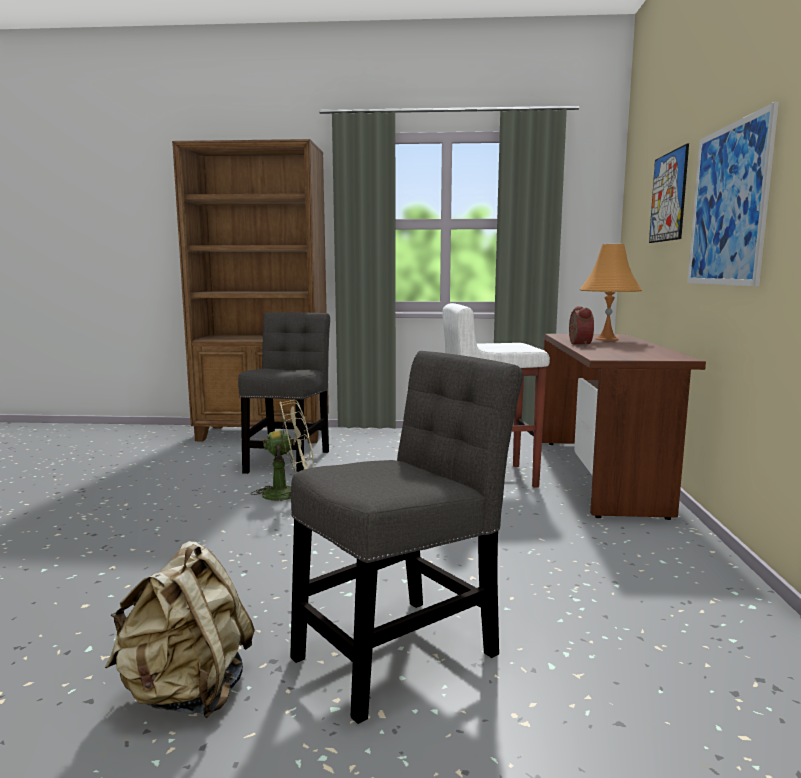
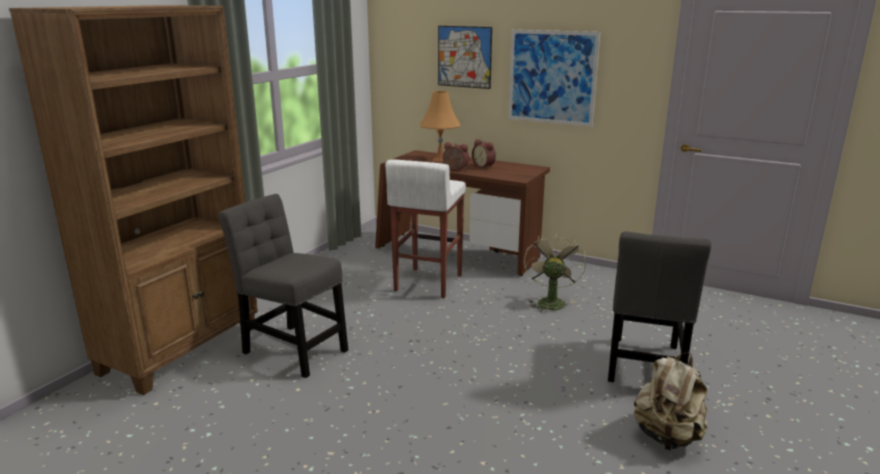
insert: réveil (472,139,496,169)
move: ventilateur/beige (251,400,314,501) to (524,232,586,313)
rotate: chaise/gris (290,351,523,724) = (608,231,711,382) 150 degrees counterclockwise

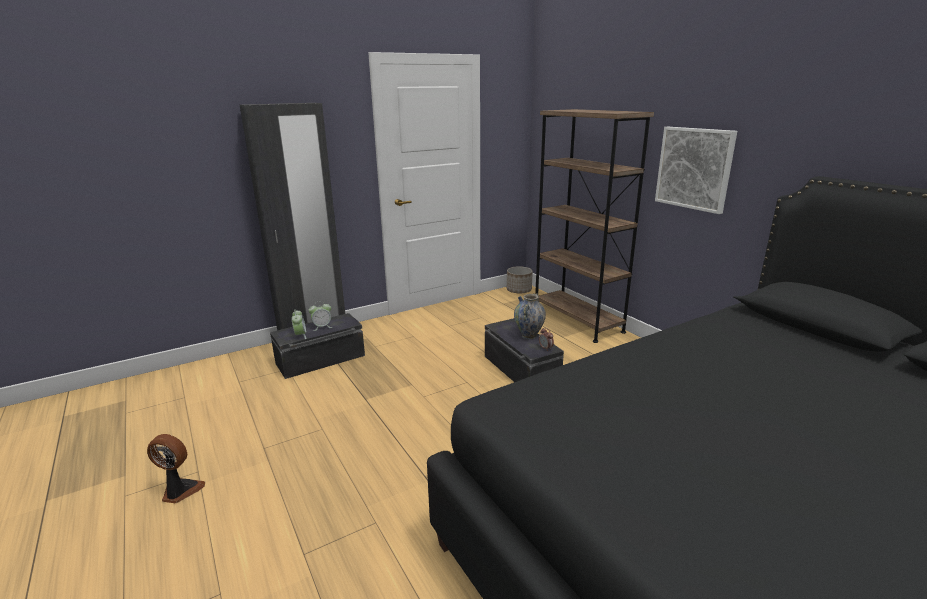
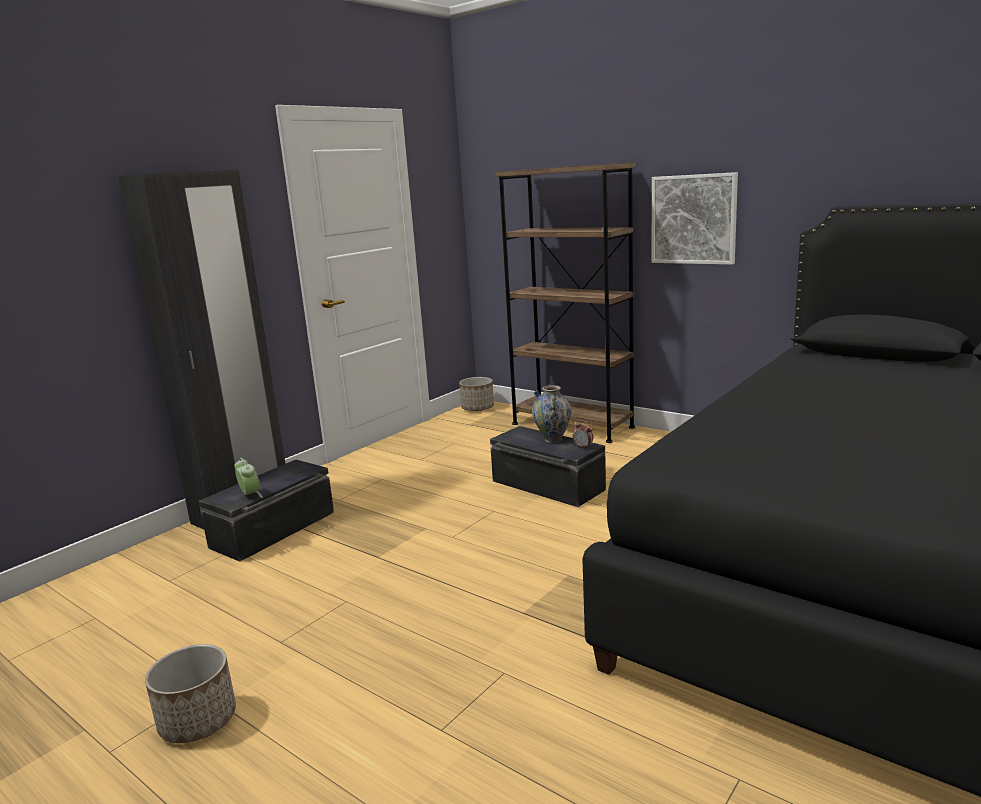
delete: réveil (308,301,333,331)
replace: ventilateur (147,434,205,503) to cache-pot (145,644,236,743)

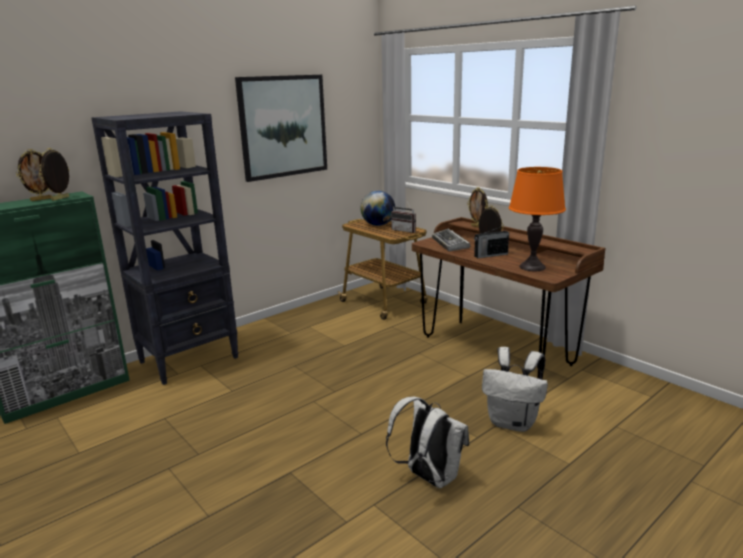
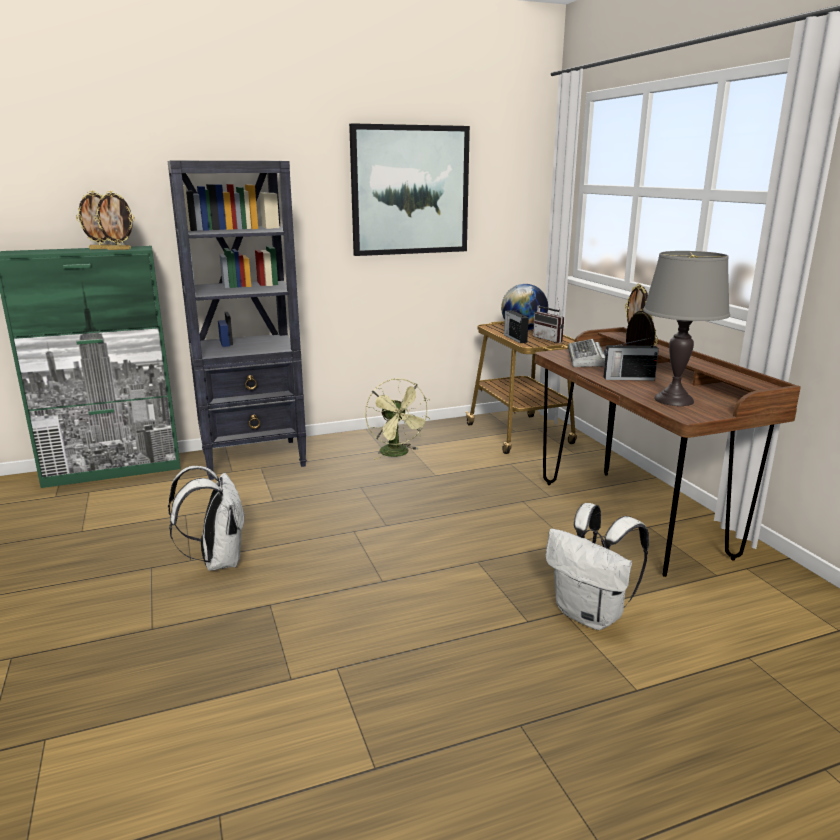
insert: radio (504,309,529,343); ventilateur/vert (365,378,430,460)
move: sac à dos/blanc (386,396,469,488) to (168,466,245,571)
recolor: lampe de table/orange (509,167,566,271) to lampe de table/gris (643,251,730,406)
rotate: cadre photo (39,148,69,201) = (94,191,135,250) 150 degrees counterclockwise

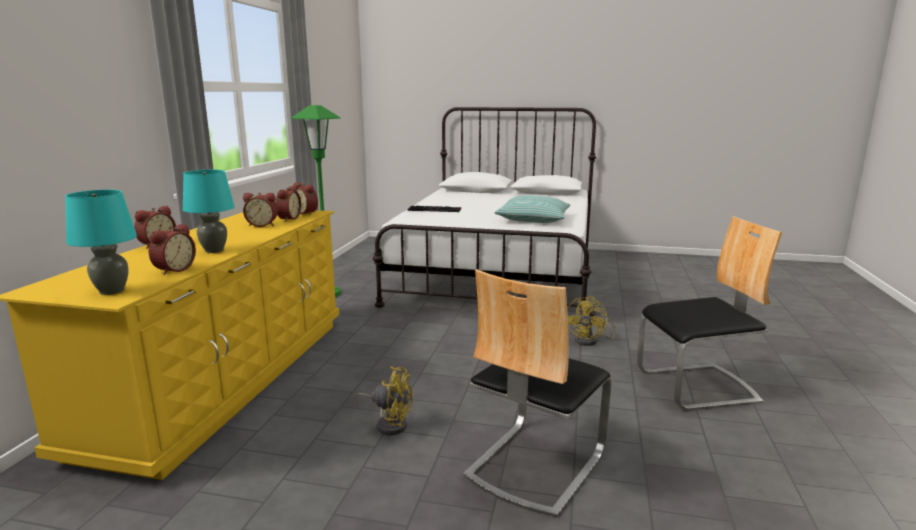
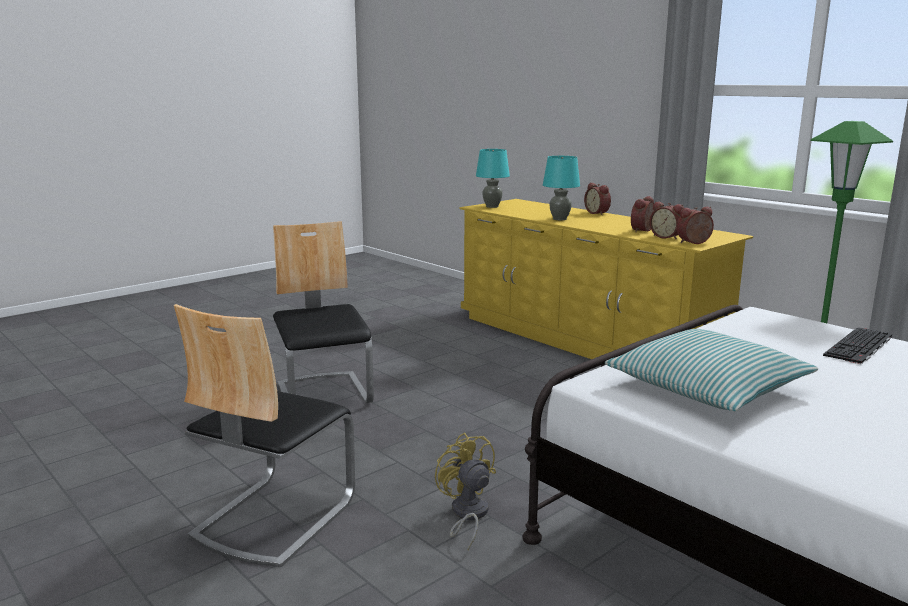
delete: réveil (149,224,196,275); ventilateur/jaune (355,366,413,436)

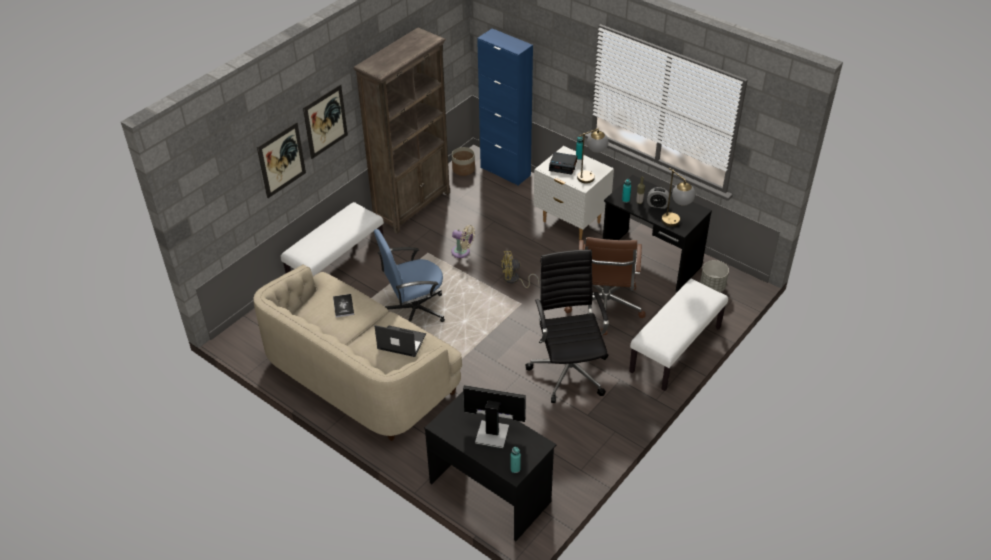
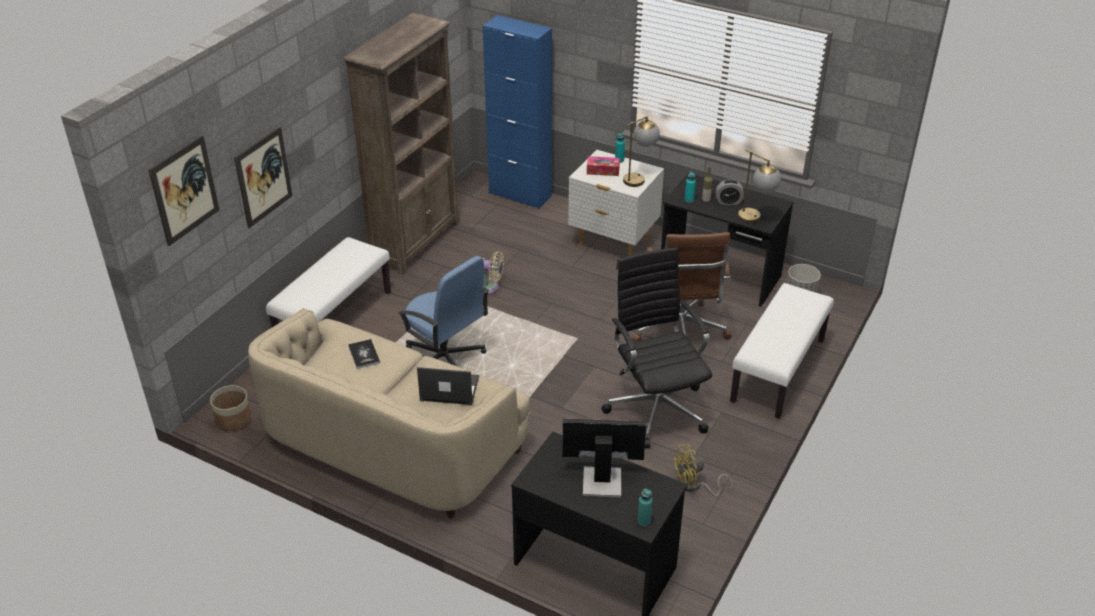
move: tableau (303,84,348,159) to (148,135,219,246); cache-pot (452,147,475,176) to (210,385,252,431); ventilateur/jaune (501,251,539,288) to (672,444,733,496)
replace: réveil (549,152,577,175) to boîte à mouchoirs (587,156,620,176)
rotate: chaise de bureau/bleu (374,229,445,322) = (398,256,489,366) 105 degrees counterclockwise

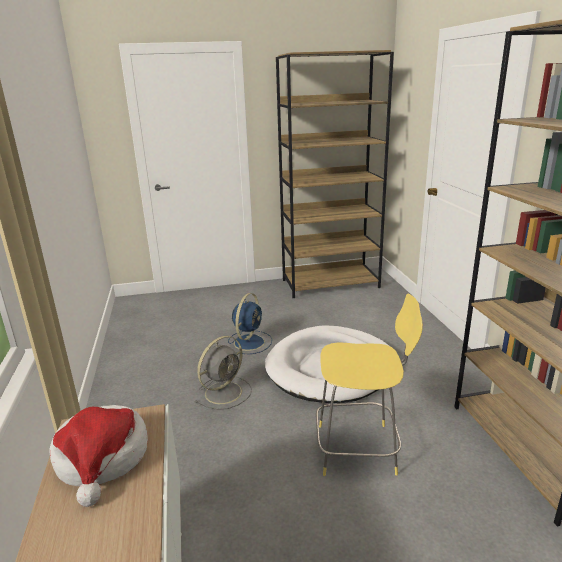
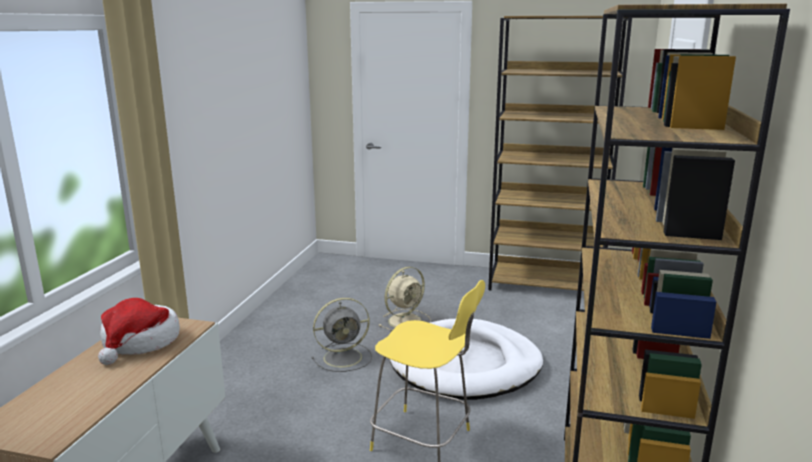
recolor: ventilateur/bleu (228,293,272,354) to ventilateur/beige (379,267,431,331)

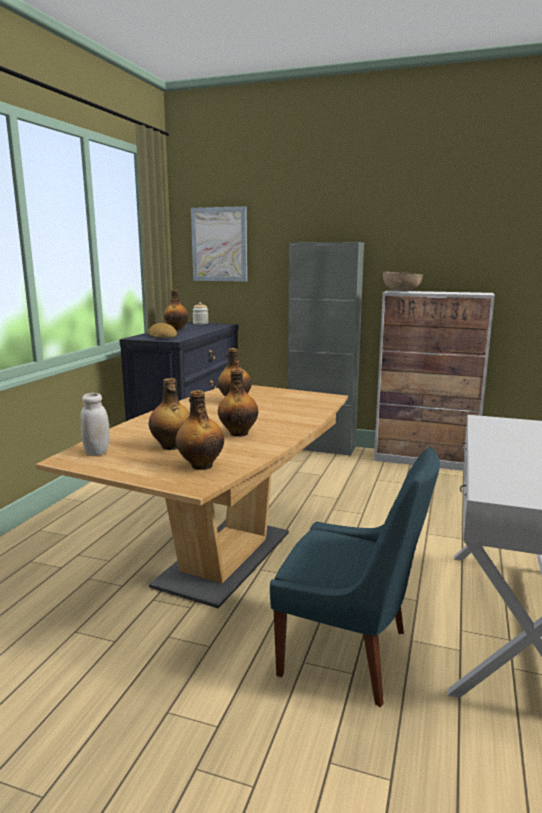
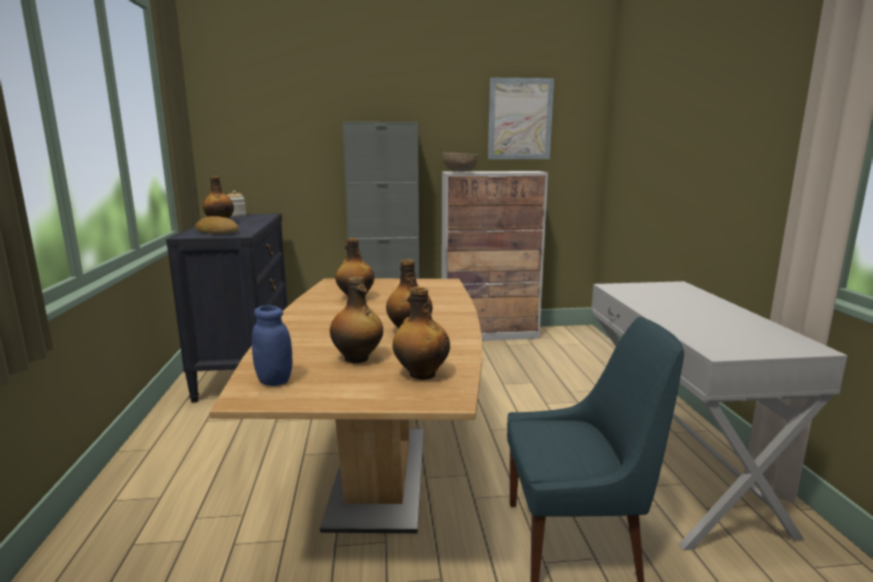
move: tableau (191,206,247,282) to (488,78,554,159)
recolor: bocal/blanc (81,393,110,455) to bocal/bleu (252,305,293,386)

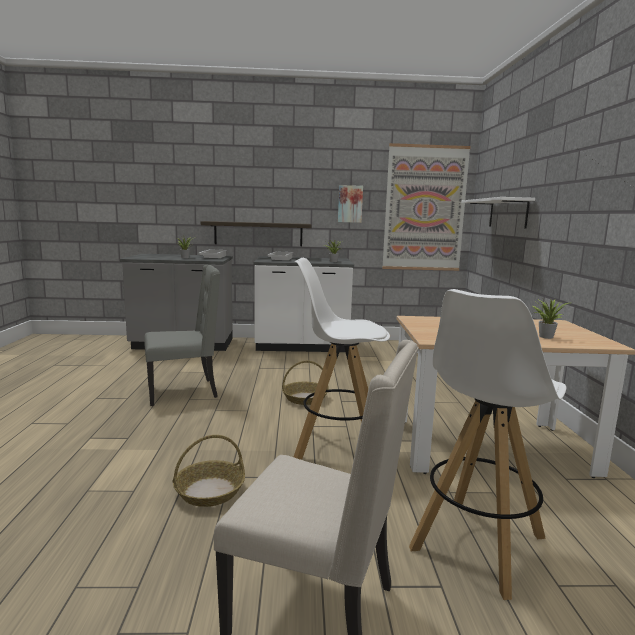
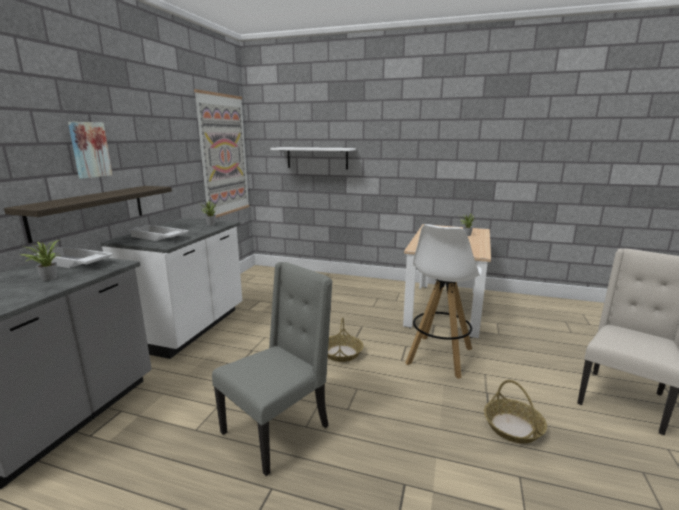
delete: tabouret/blanc (409,289,566,600)
move: tableau (338,185,363,223) to (68,122,112,179)
rotate: chaise/gris (144,264,220,406) = (212,262,333,476) 45 degrees clockwise

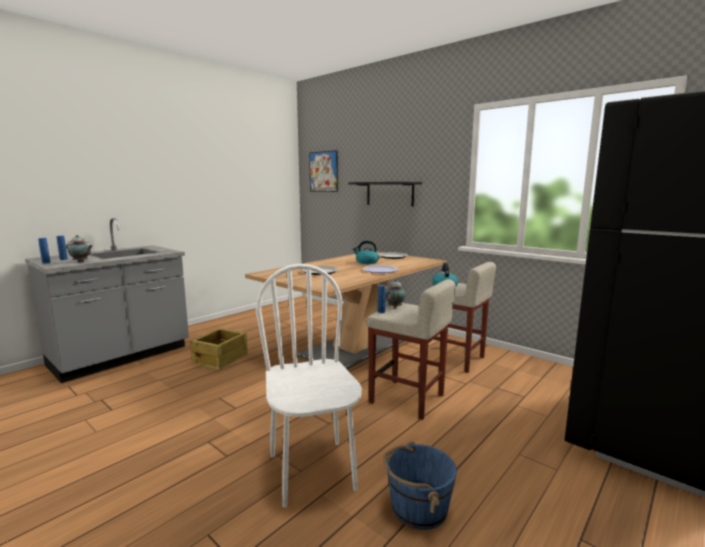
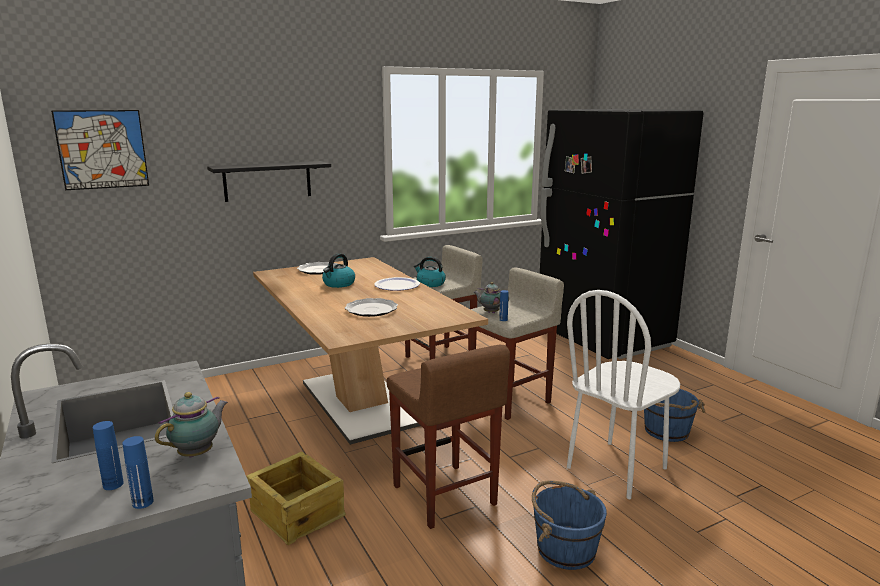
insert: tabouret/marron (387,345,510,529); seau/bleu (532,480,607,570)
rotate: chaise/blanc (256,264,362,508) = (567,290,680,499) 45 degrees counterclockwise

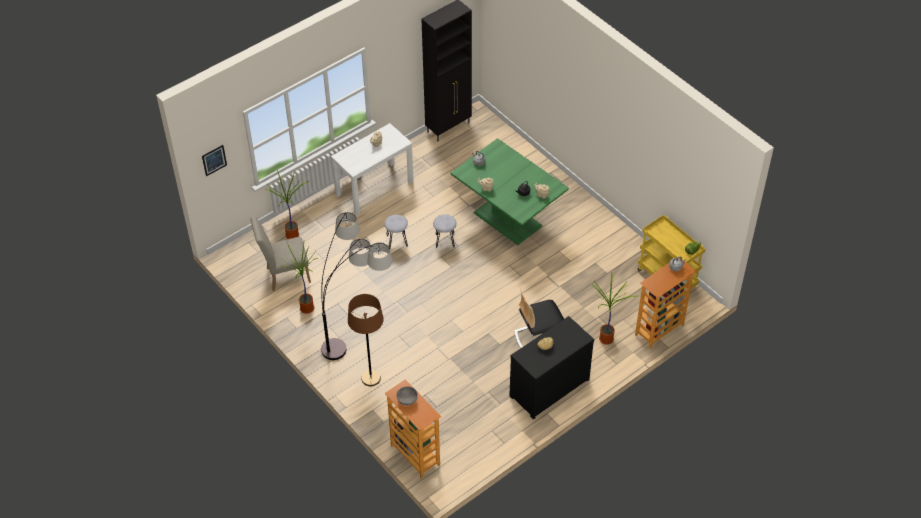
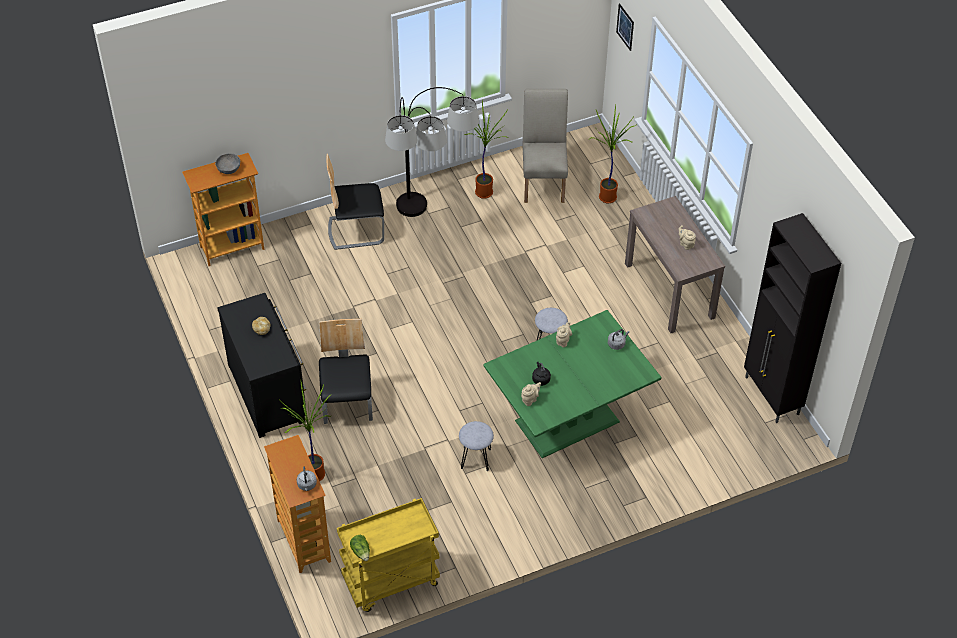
move: tabouret/gris (384,215,408,249) to (459,421,494,471)
replace: lampadaire/marron (348,294,384,387) to chaise (327,154,384,250)
recolor: table console/blanc (331,123,414,215) to table console/marron (625,196,725,333)

